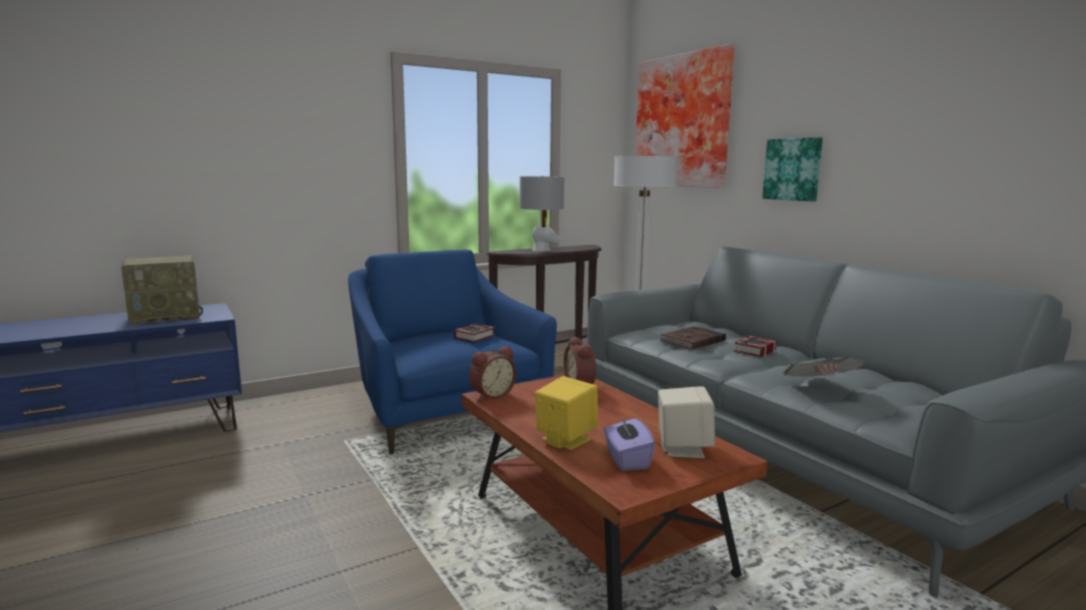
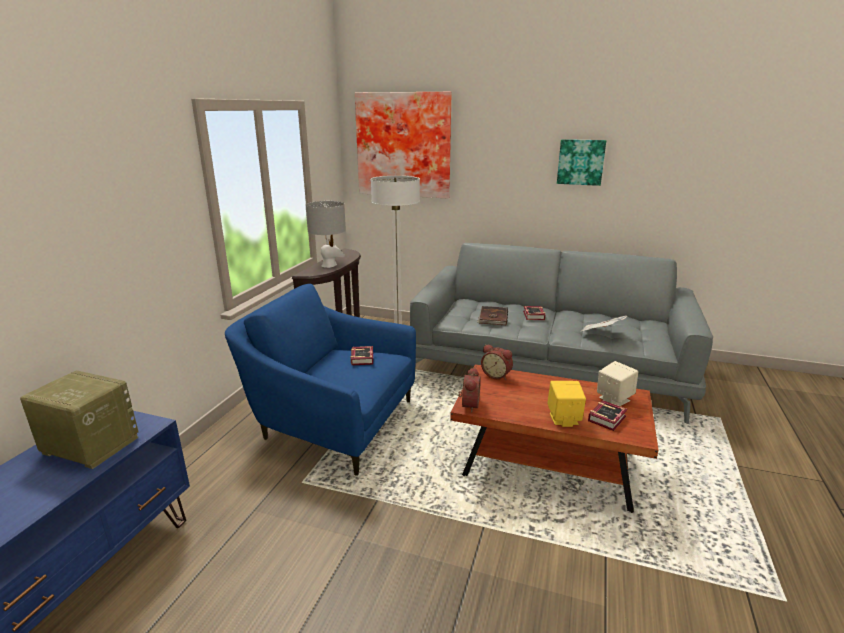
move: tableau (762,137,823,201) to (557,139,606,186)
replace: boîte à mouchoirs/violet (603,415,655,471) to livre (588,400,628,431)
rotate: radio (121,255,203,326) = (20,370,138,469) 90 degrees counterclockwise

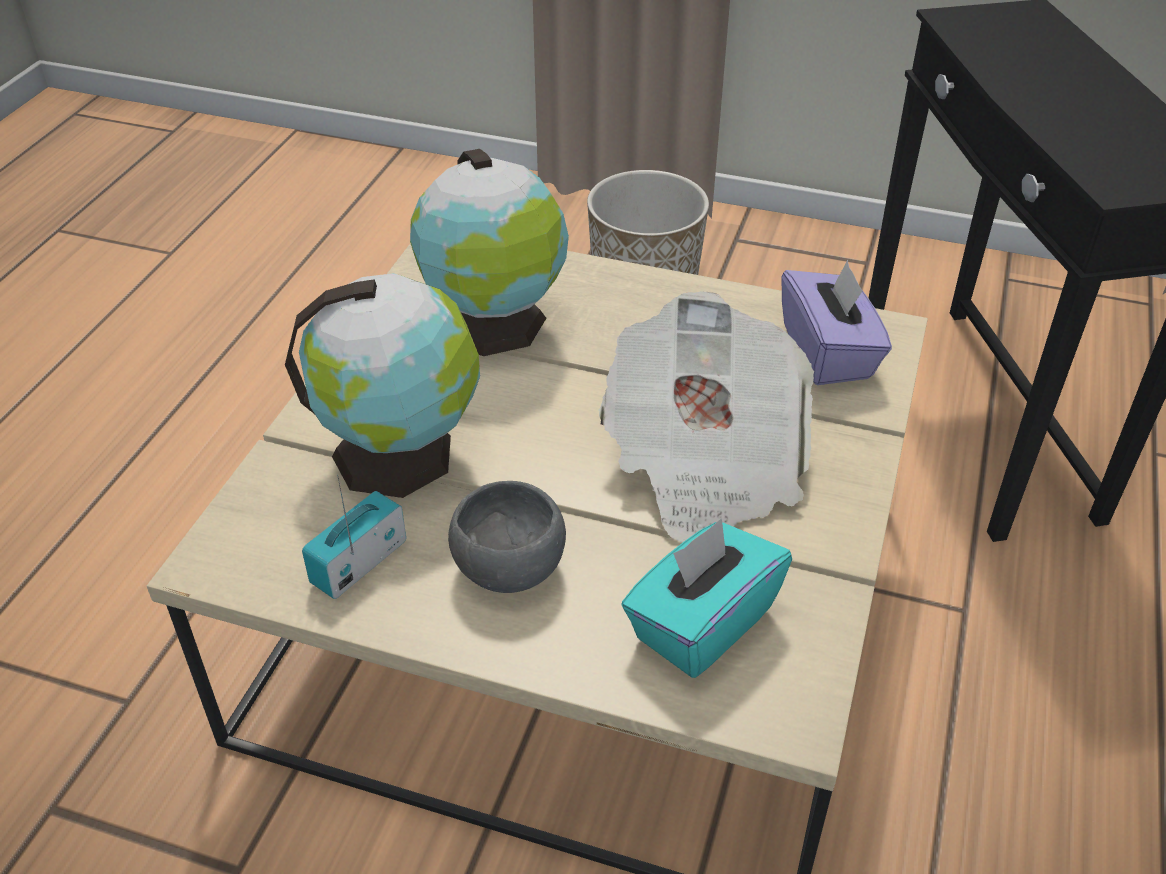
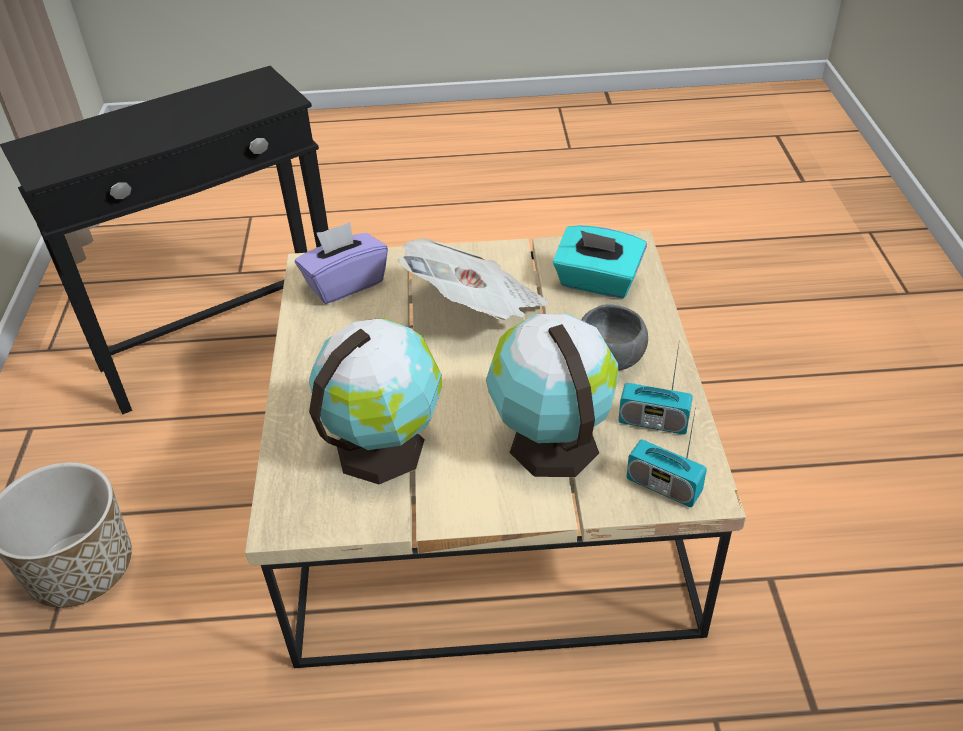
insert: radio (627,407,707,507)

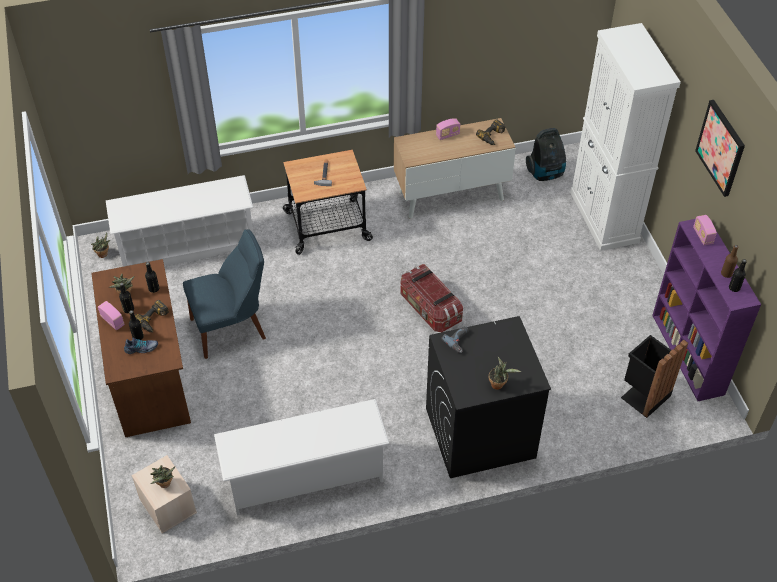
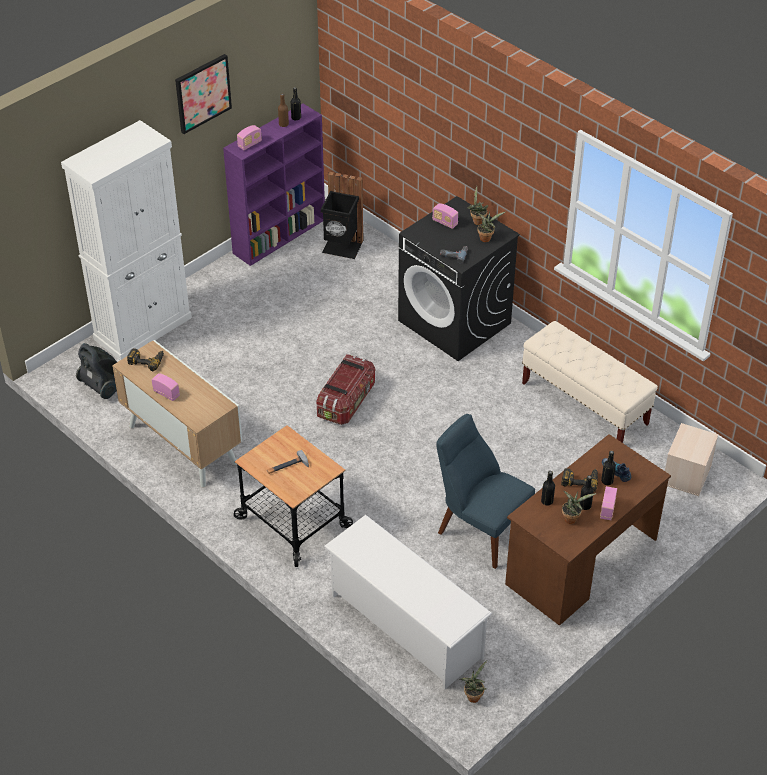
insert: radio (432,203,458,229)
move: plante en pot (151,465,175,488) to (477,211,506,242)
replace: étagère à chaussures/blanc (214,399,389,516) to banc/beige (522,321,658,443)

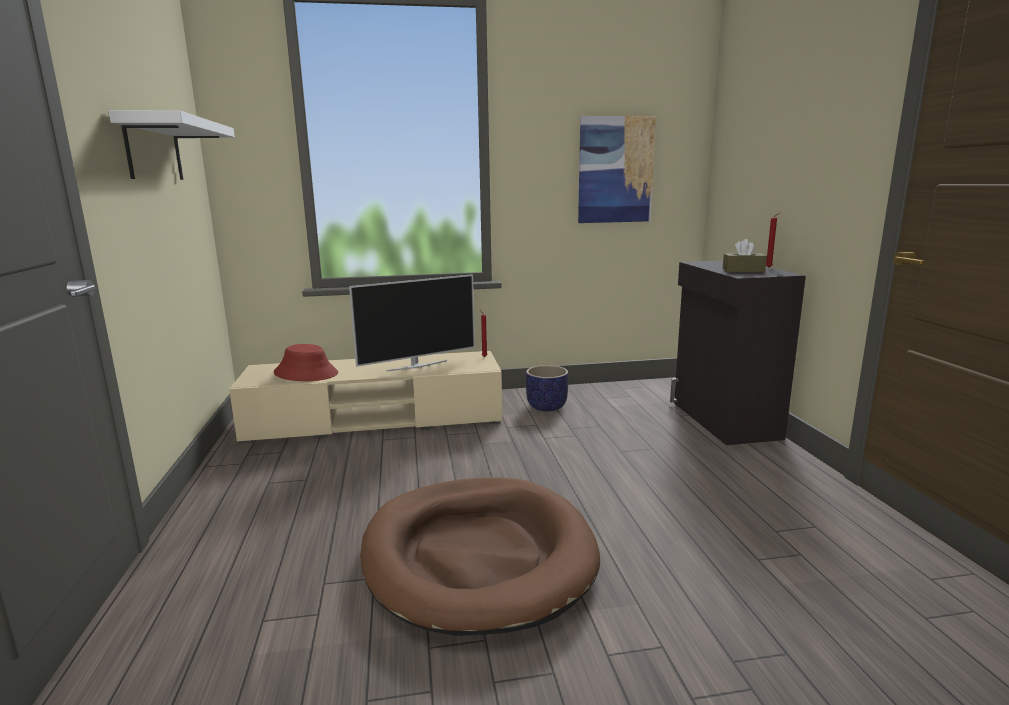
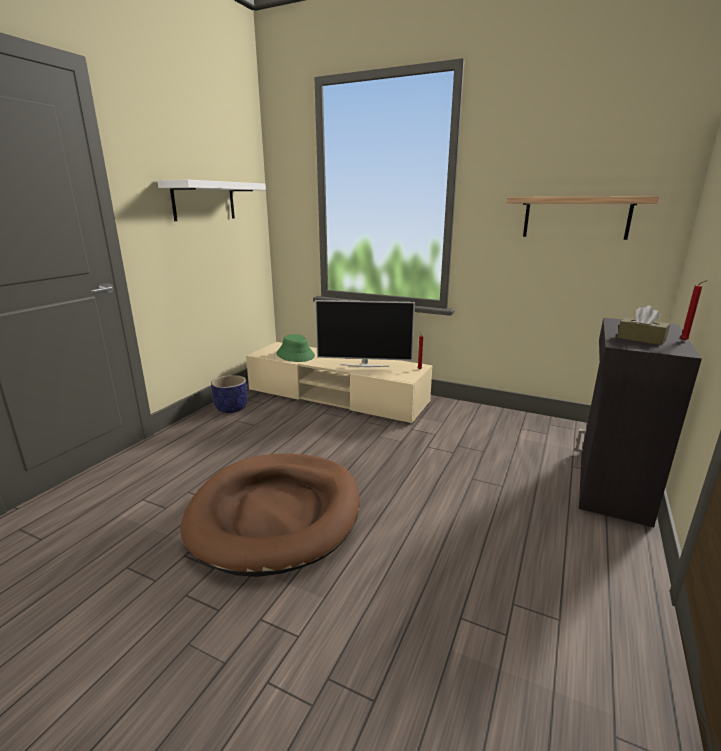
move: cache-pot (526,365,568,411) to (211,375,247,413)
replace: tableau (578,116,656,223) to étagère (506,196,659,240)
recolor: chapeau/rouge (273,344,338,381) to chapeau/vert (276,334,315,362)

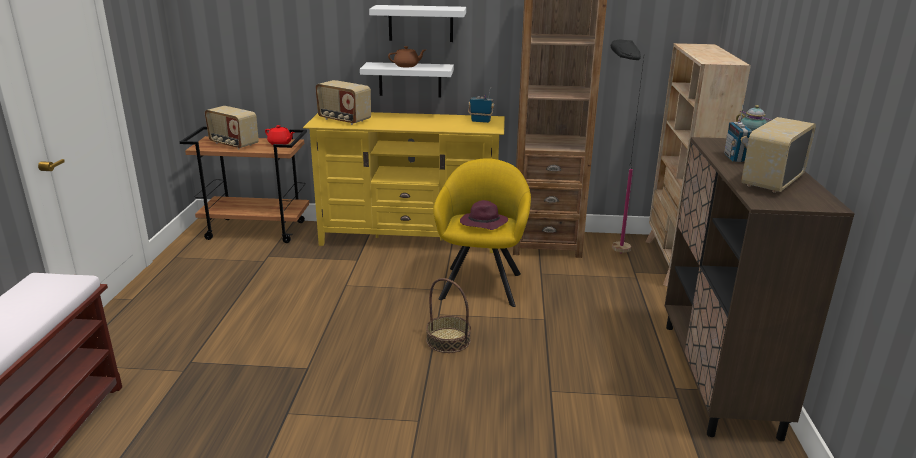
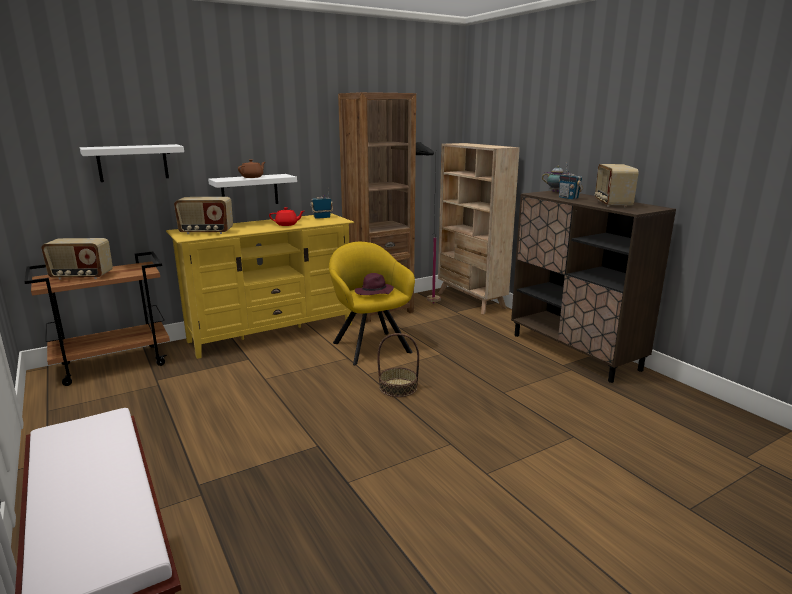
move: étagère/blanc (369,5,466,42) to (80,144,184,182); théière/rouge (265,125,294,145) to (269,207,304,226)

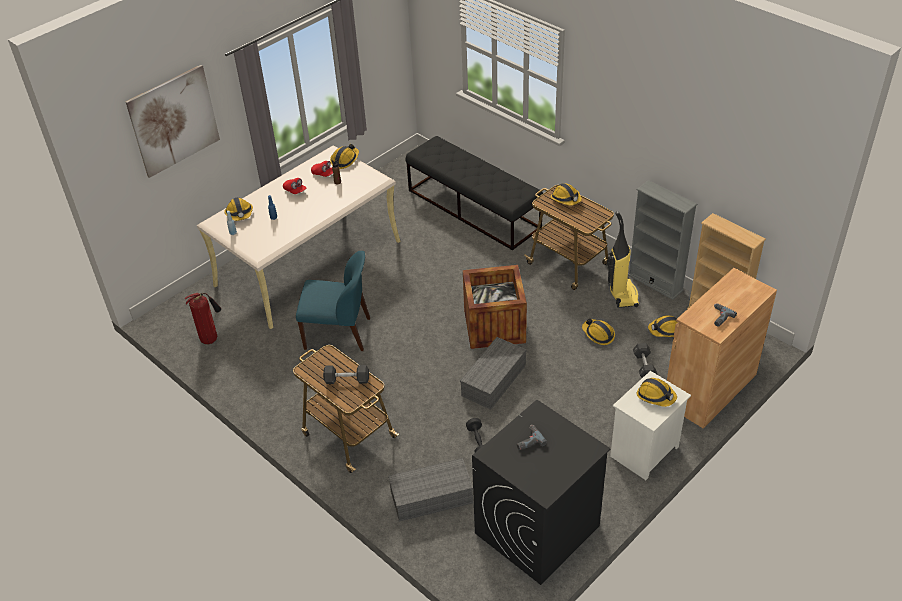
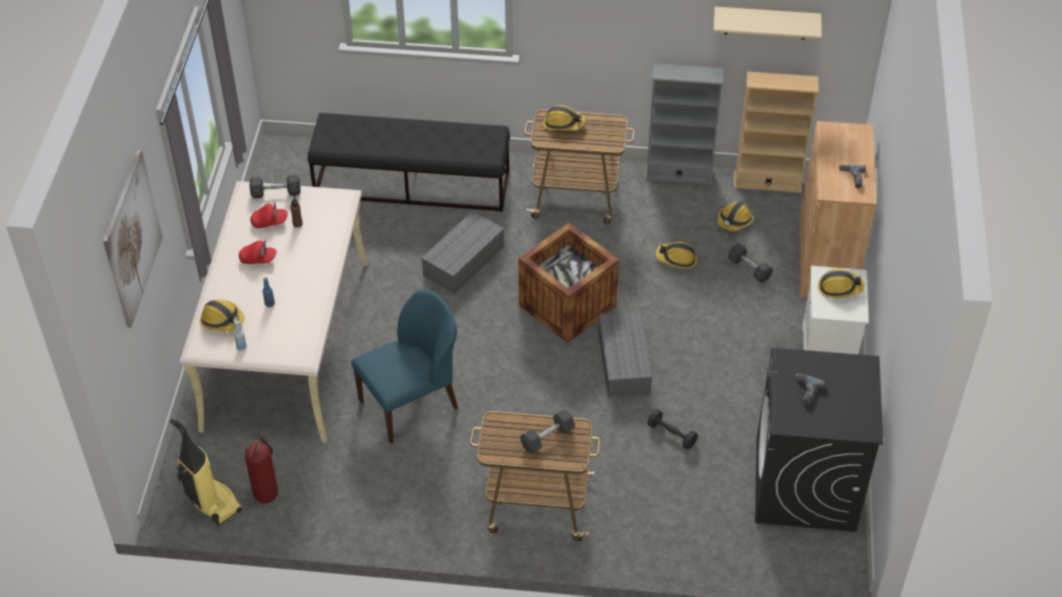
insert: étagère/beige (713,7,822,40)
move: aspirateur (607,211,639,308) to (170,419,242,526); boîte de rangement/gris (388,458,473,522) to (421,211,504,294)
replace: casque de chantier (330,144,359,169) to haltère/gris (250,175,301,199)

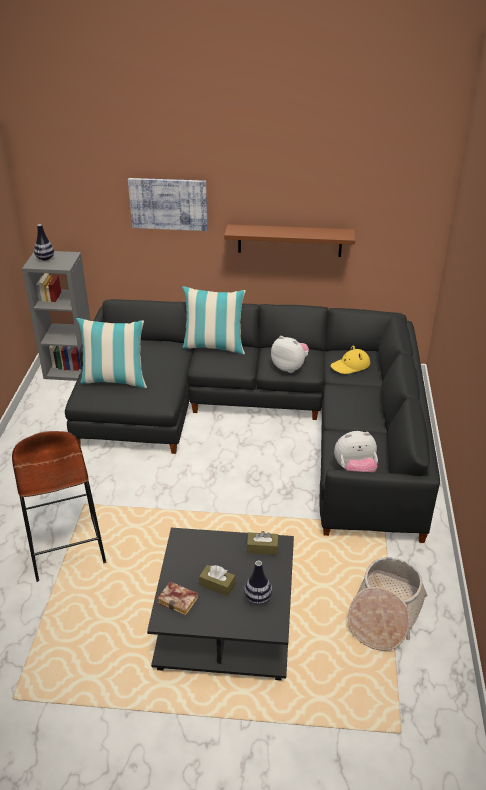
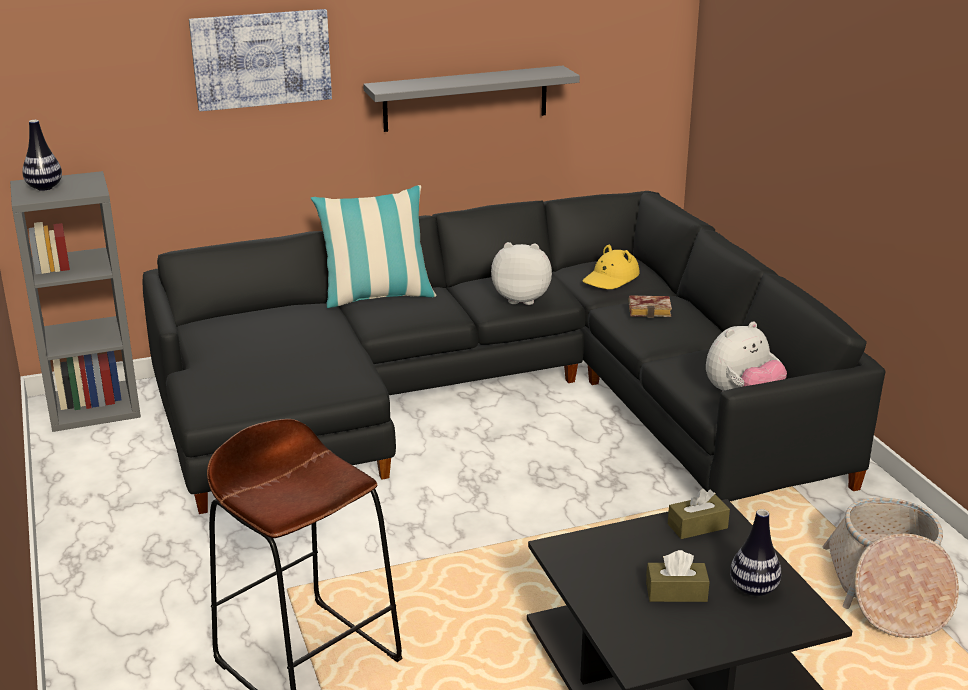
delete: coussin (76,318,147,388)
move: livre (157,582,198,616) to (628,295,672,318)
recolor: étagère/marron (224,224,355,257) to étagère/gris (363,66,580,132)

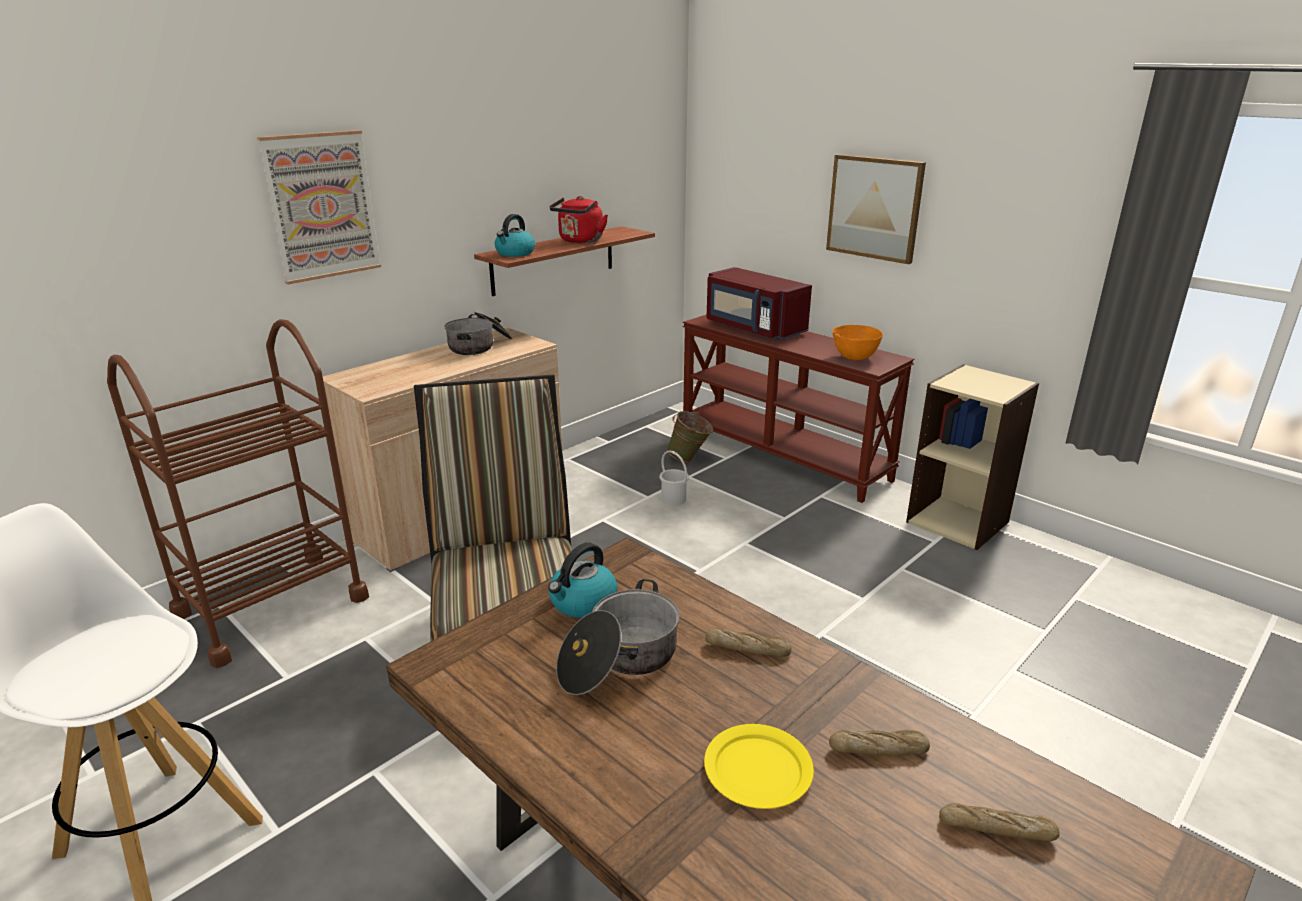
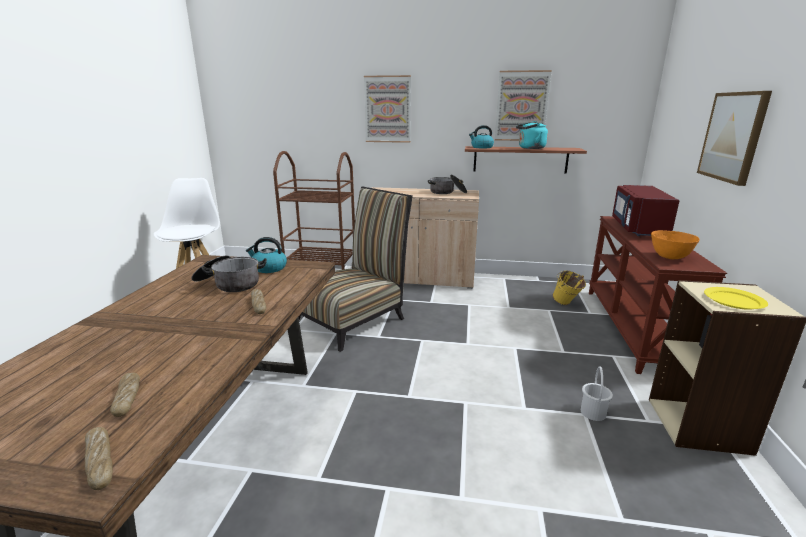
insert: tableau (495,70,552,141)
move: seau/blanc (659,450,689,506) to (581,366,613,421); assiette/jaune (704,724,814,809) to (704,287,768,310); pain (829,730,930,756) to (85,427,113,490)
recolor: bouilloire/rouge (550,196,608,243) to bouilloire/turquoise (516,121,548,149); seau/vert (667,411,713,462) to seau/jaune (552,271,586,305)

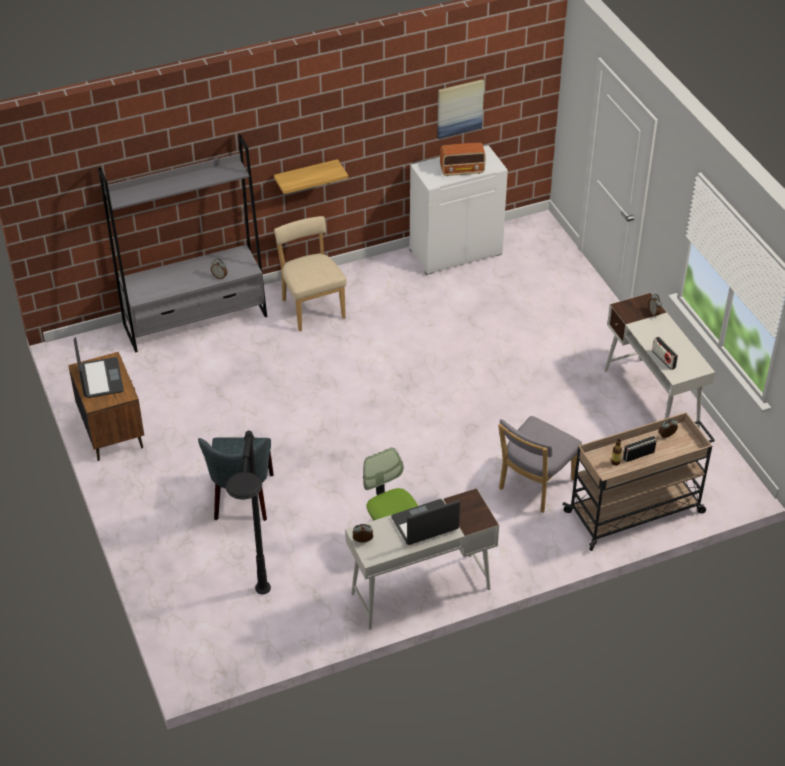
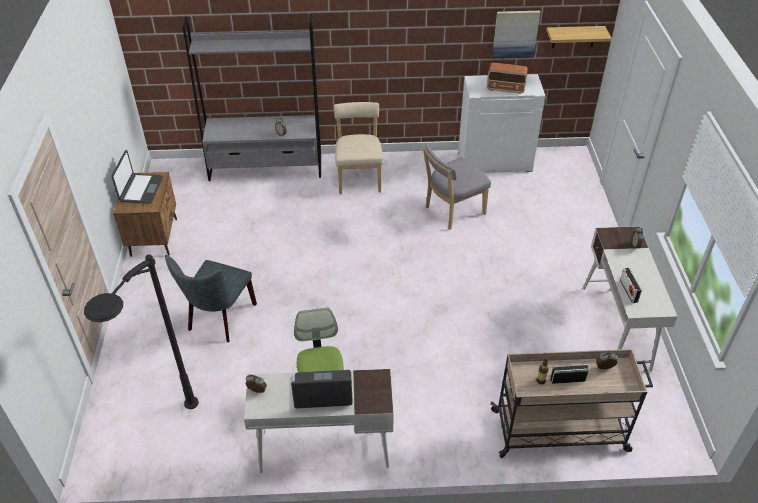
move: étagère (274,159,348,194) to (546,26,612,48); chaise/gris (498,416,582,513) to (423,145,491,230)

